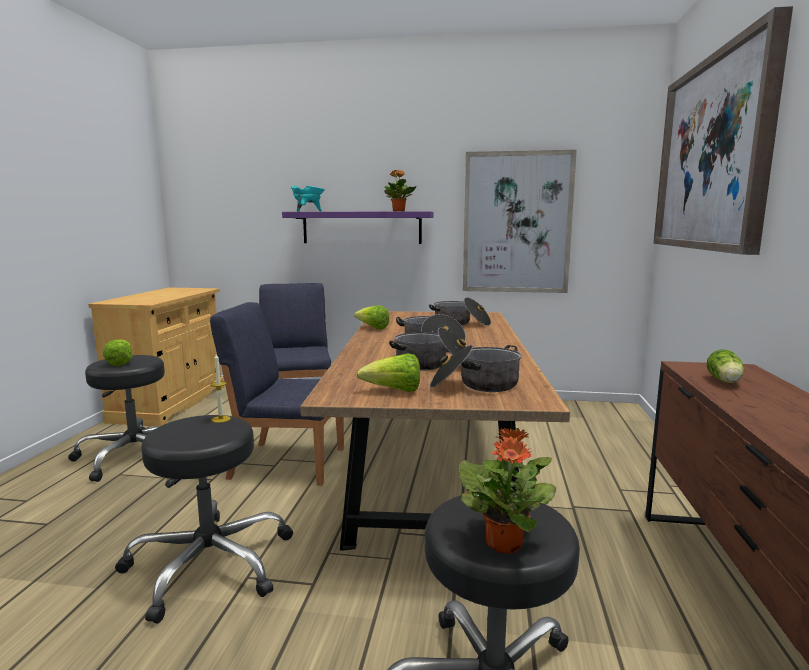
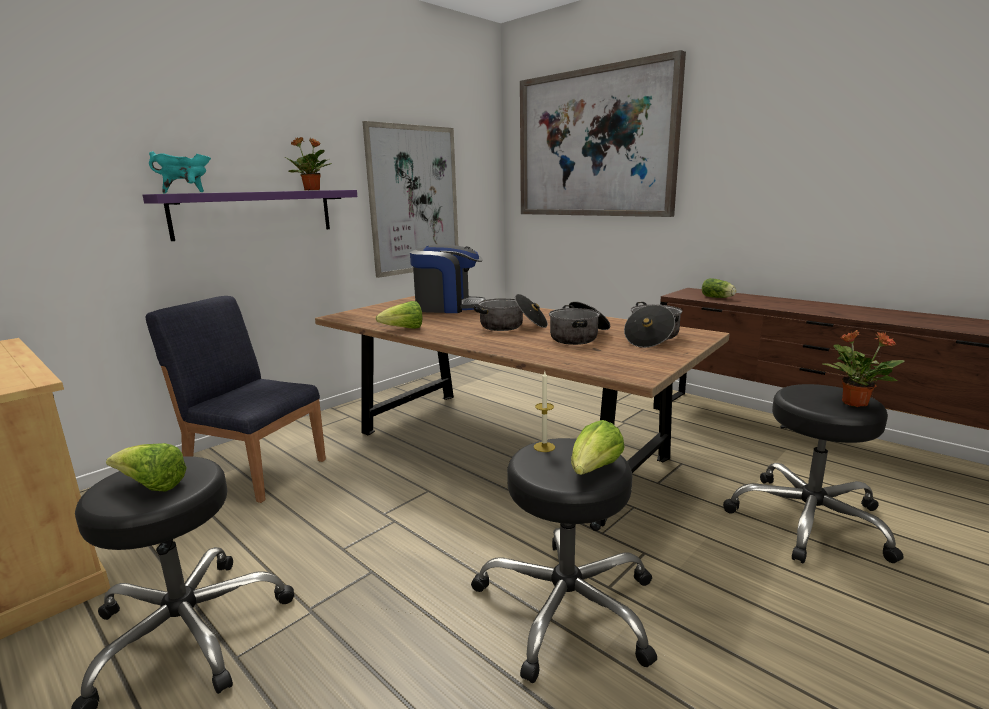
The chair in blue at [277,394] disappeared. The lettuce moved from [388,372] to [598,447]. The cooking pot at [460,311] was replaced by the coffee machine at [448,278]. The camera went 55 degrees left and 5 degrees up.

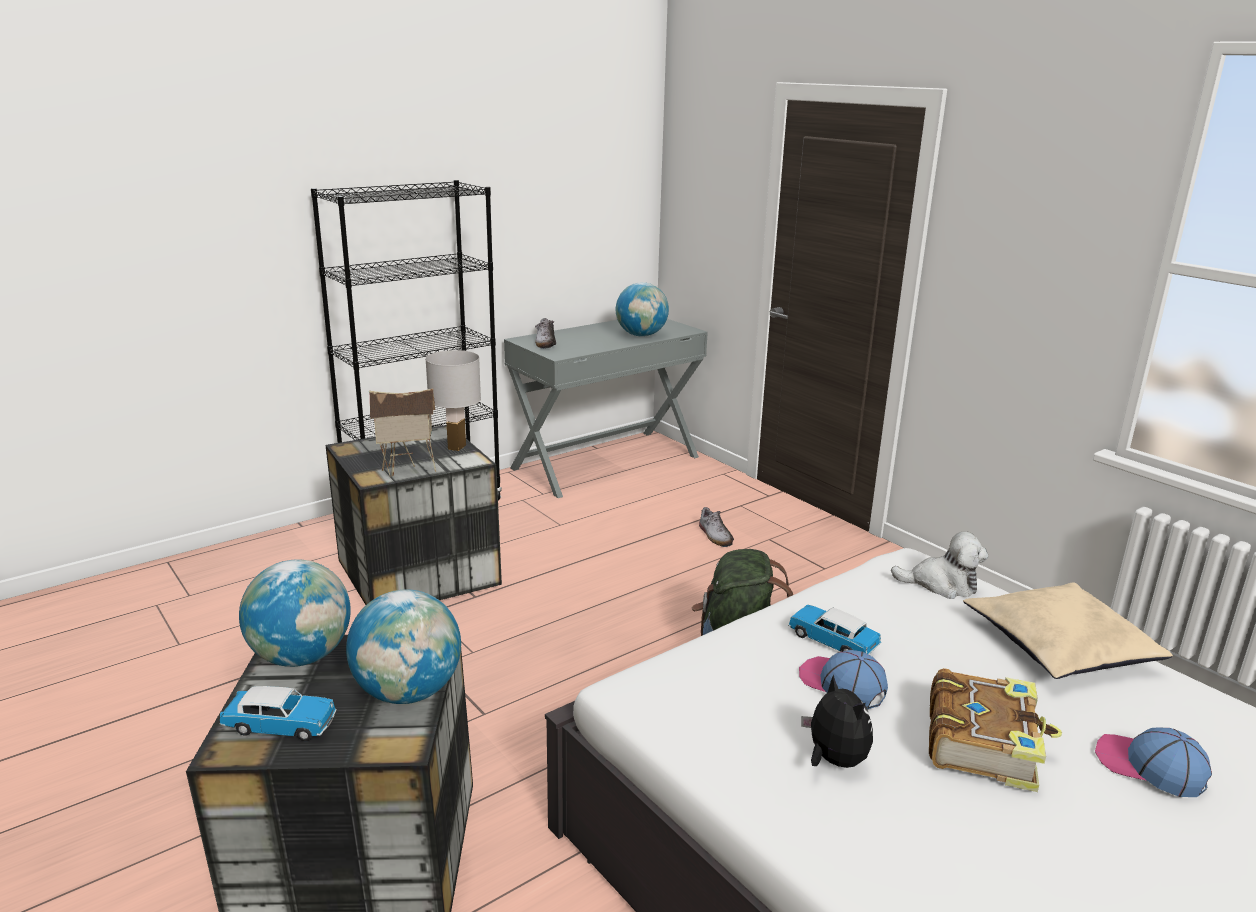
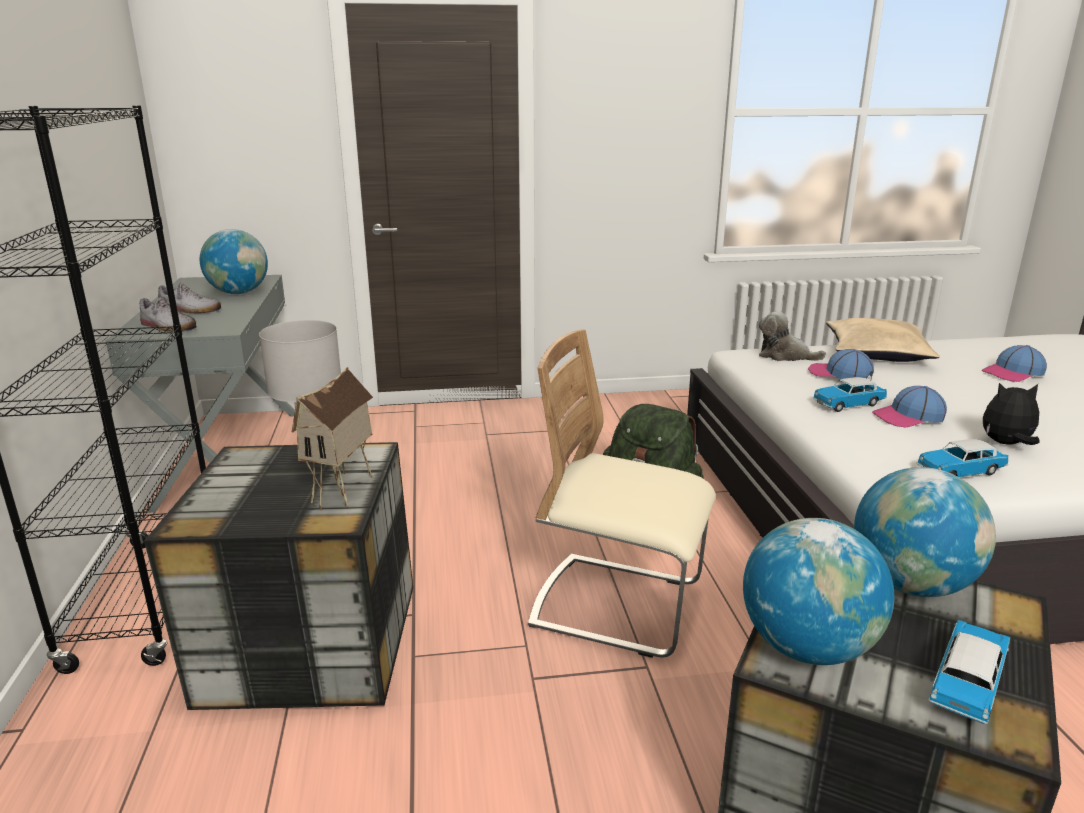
The shoe moved from [716,527] to [189,298]. The plush toy at [939,565] turned 105 degrees counterclockwise. The book at [995,730] disappeared. The chair in beige at [622,493] appeared. The cap at [841,364] appeared. The toy car at [962,458] appeared. The camera went 60 degrees left and 0 degrees up.

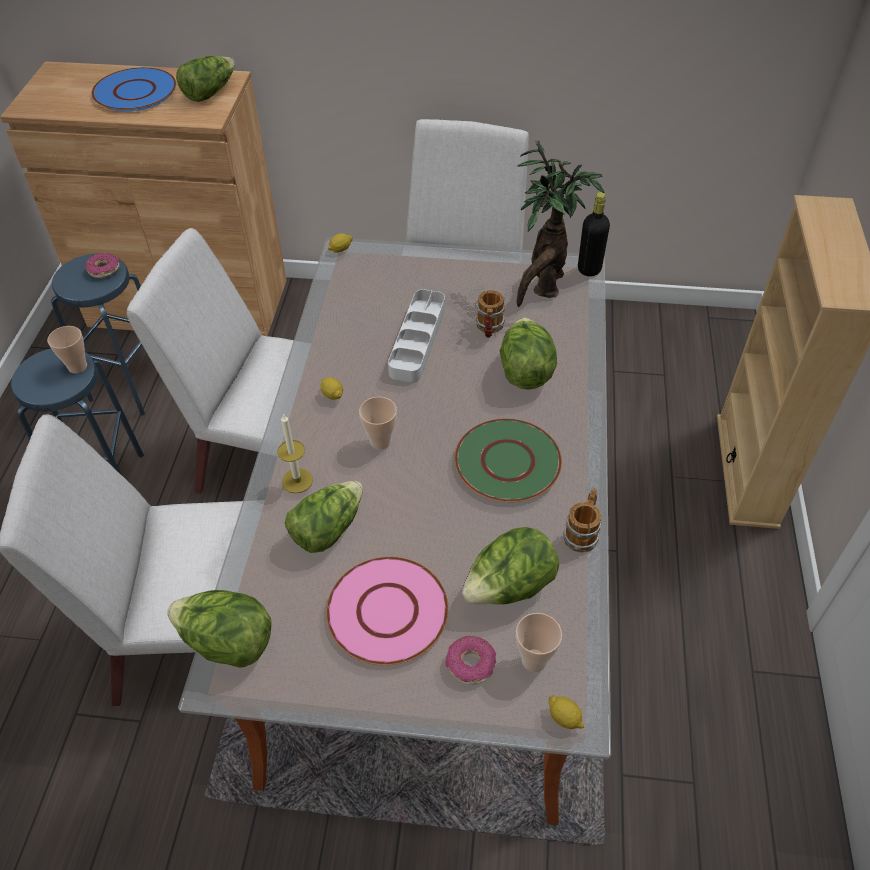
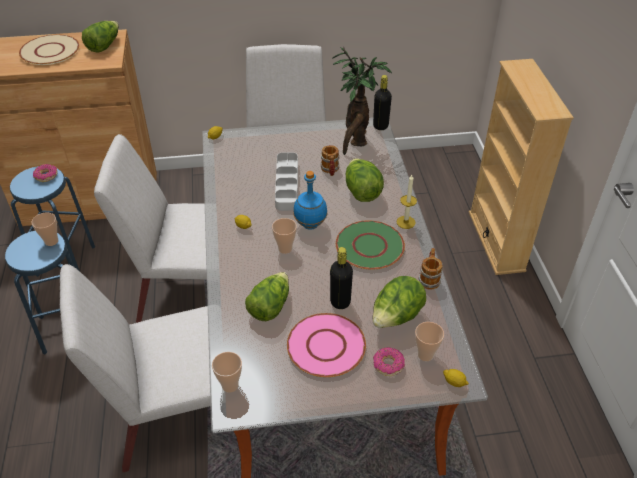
The plate in blue at [134,89] became the plate in beige at [49,49]. The lettuce at [219,629] was replaced by the cup at [227,372]. The candle moved from [295,453] to [406,202]. The bottle in blue at [310,200] appeared. The bottle in black at [341,278] appeared. The camera went 15 degrees left and 5 degrees down.

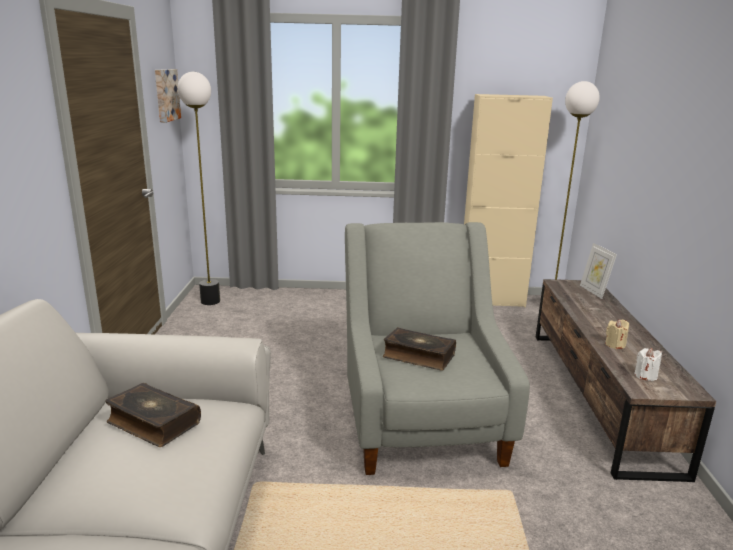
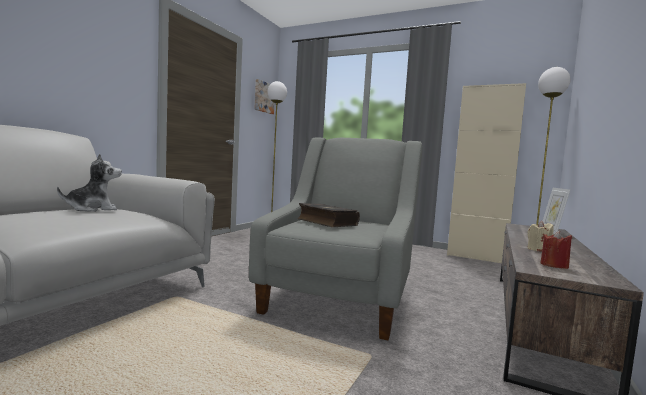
The book at [153,415] was replaced by the plush toy at [89,183]. The candle in white at [648,364] became the candle in red at [556,250]. The camera went 25 degrees right and 15 degrees down.

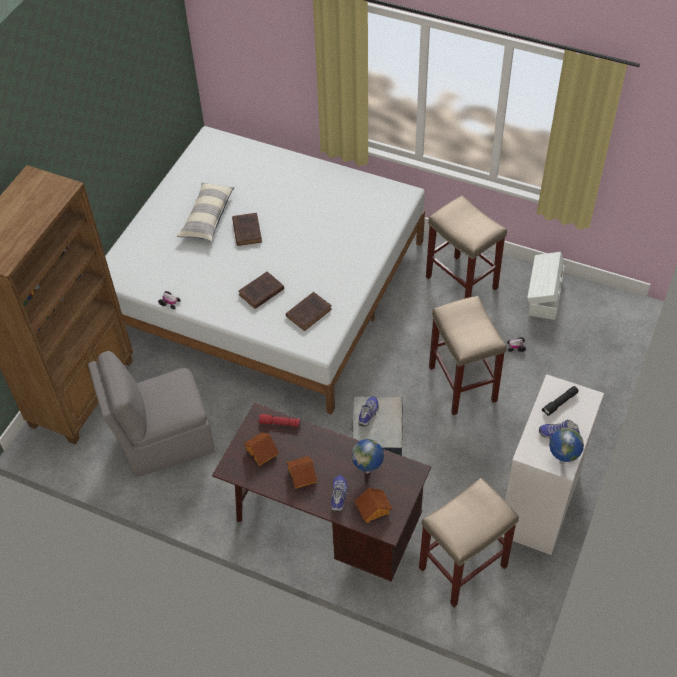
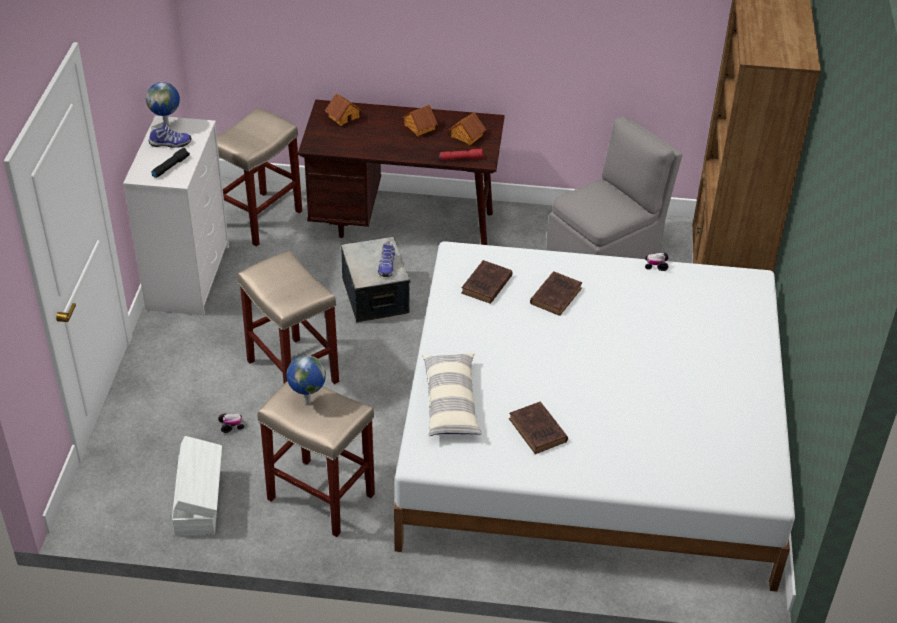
The pillow moved from [206,212] to [452,394]. The book in brown moved from [247,229] to [538,427]. The shoe at [339,493] disappeared. The globe moved from [368,456] to [306,379]. The camera went 160 degrees right and 10 degrees down.

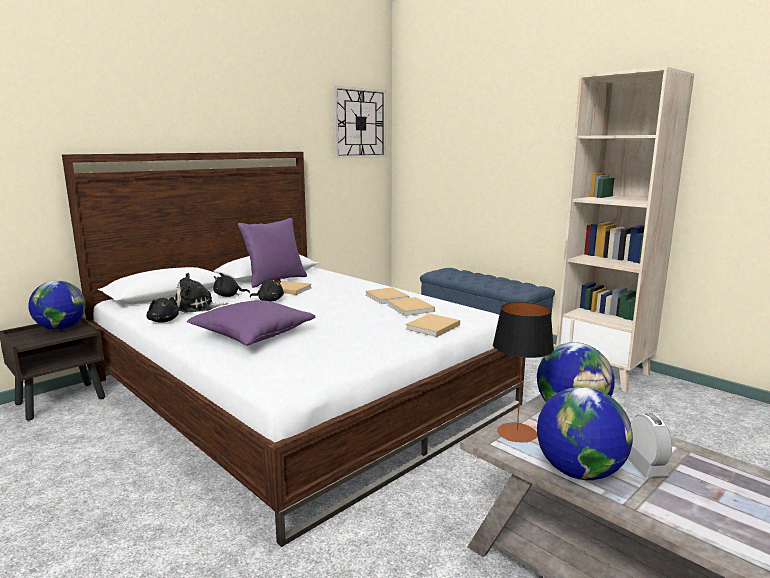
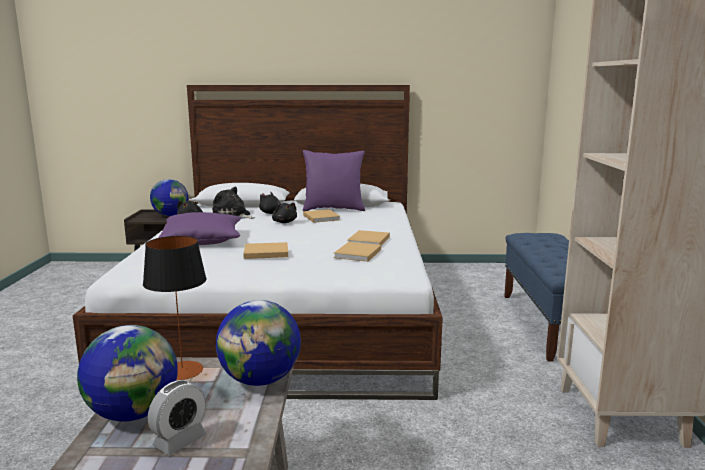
The wall clock at [359,122] disappeared. The book in beige moved from [432,325] to [265,250]. The camera went 45 degrees right and 0 degrees up.

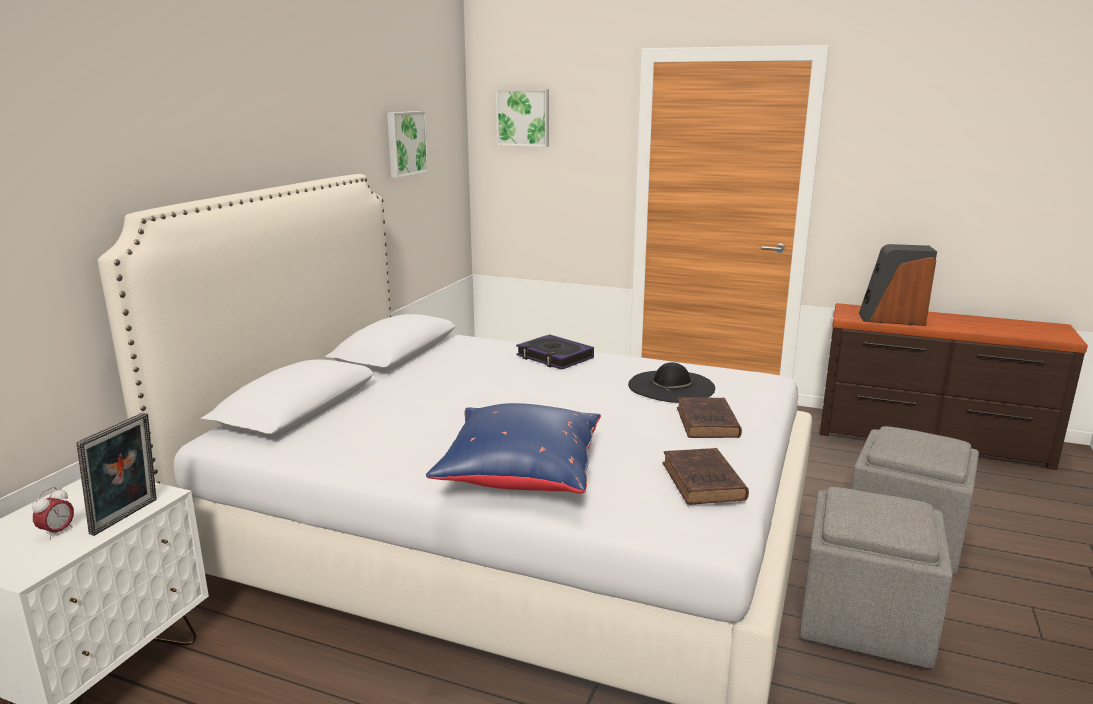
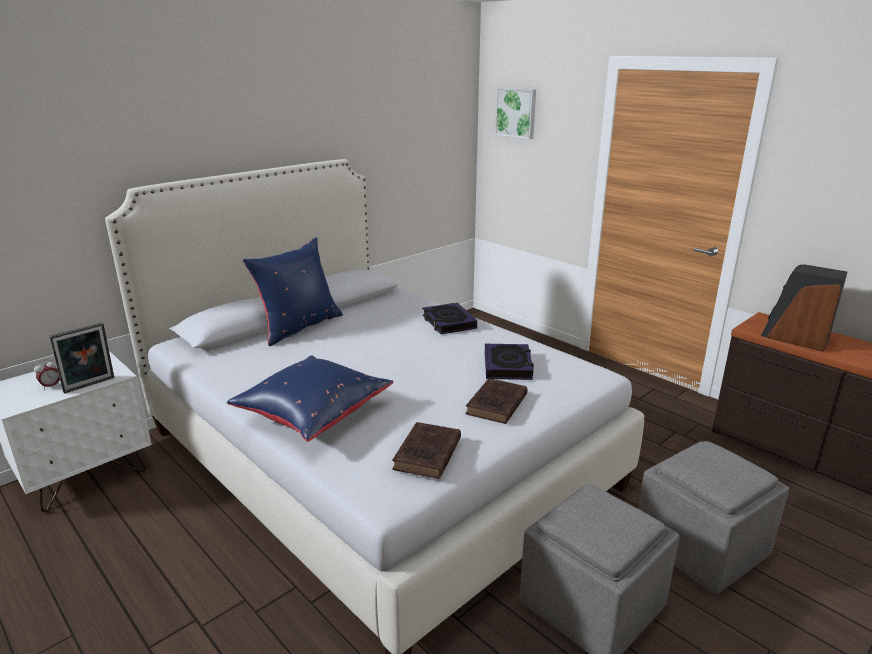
The picture at [408,144] disappeared. The hat in black at [671,382] was replaced by the book at [509,362]. The pillow in blue at [293,291] appeared. The camera went 25 degrees right and 5 degrees up.

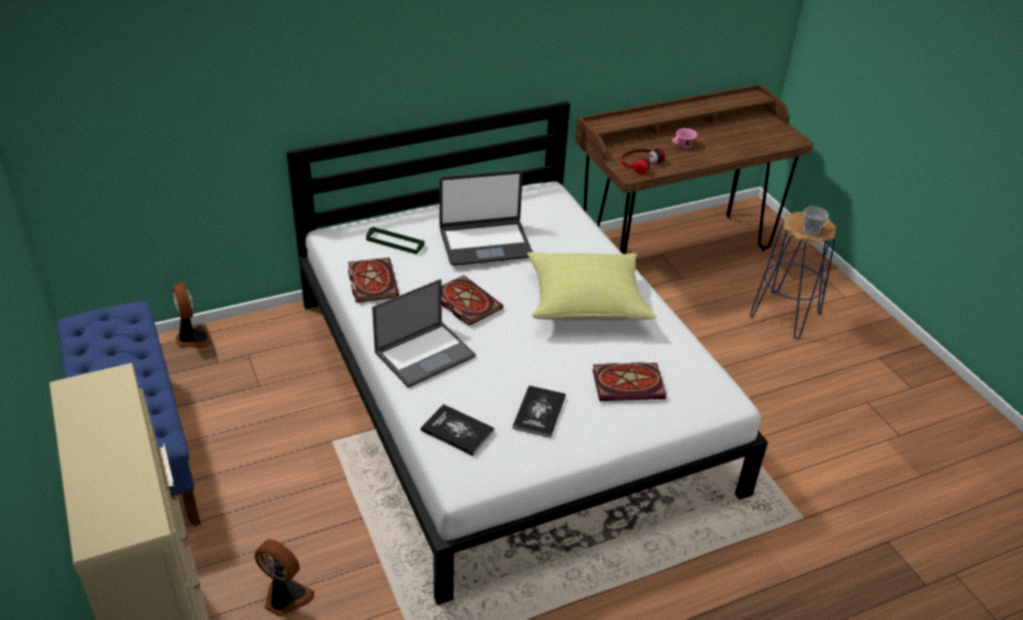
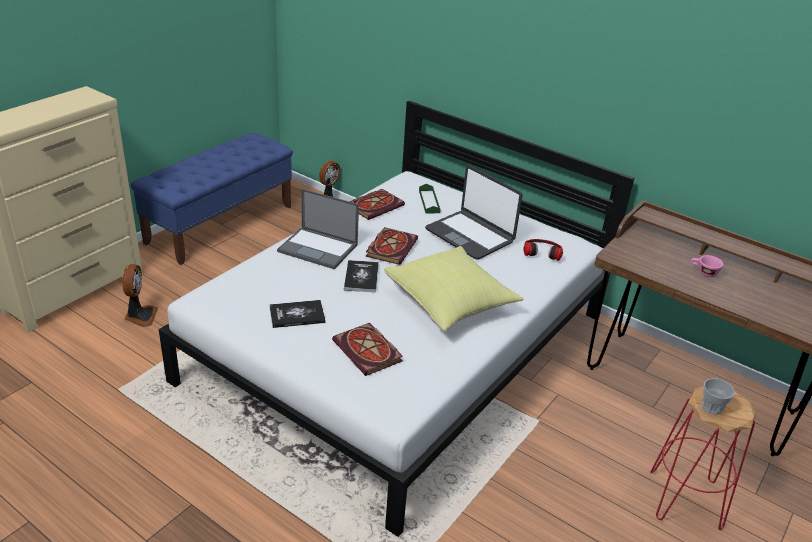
The book moved from [458,430] to [361,276]. The headphones moved from [643,161] to [543,250]. The stool in blue at [793,275] became the stool in red at [703,458]. The camera went 60 degrees right and 5 degrees down.

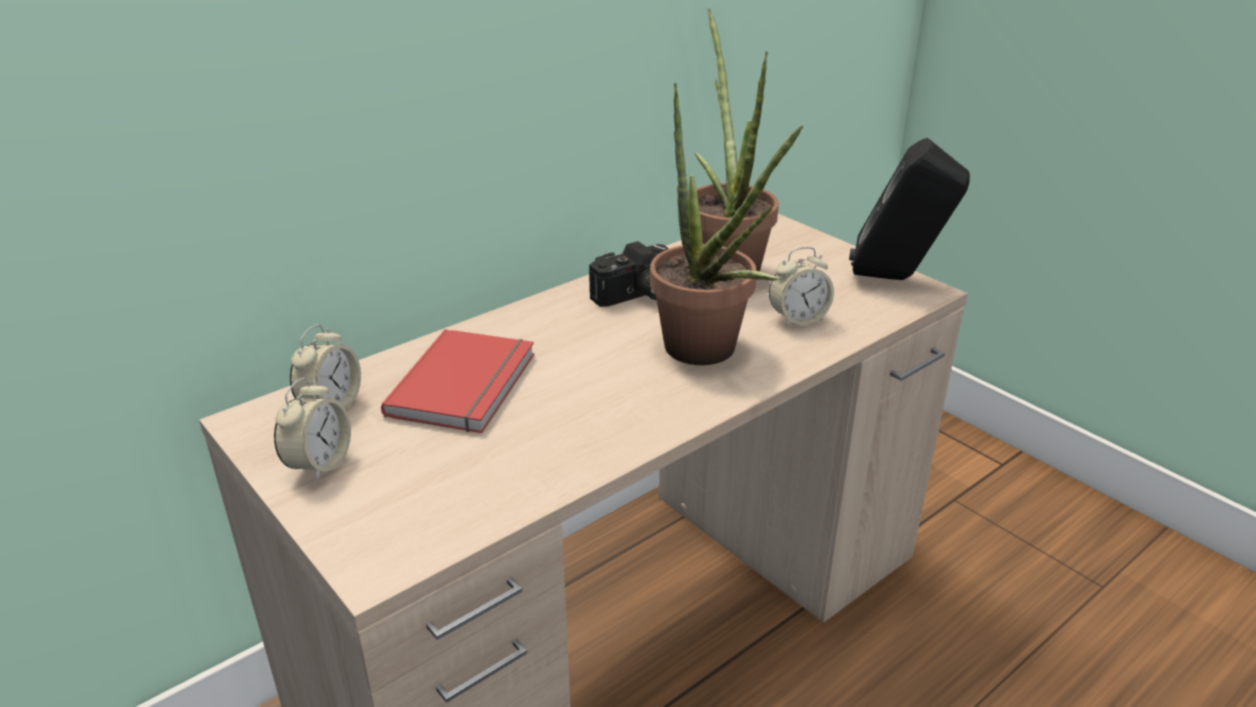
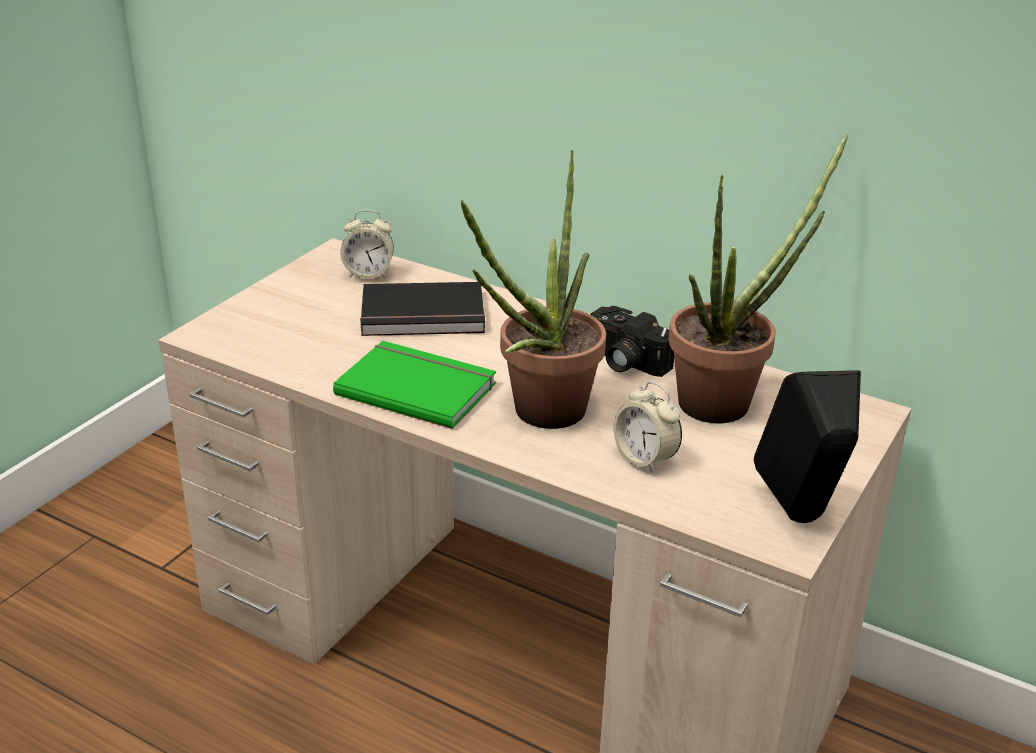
The alarm clock at [312,429] disappeared. The book in red at [457,381] became the book in black at [422,309]. The book in green at [414,385] appeared. The camera went 70 degrees right and 0 degrees up.

